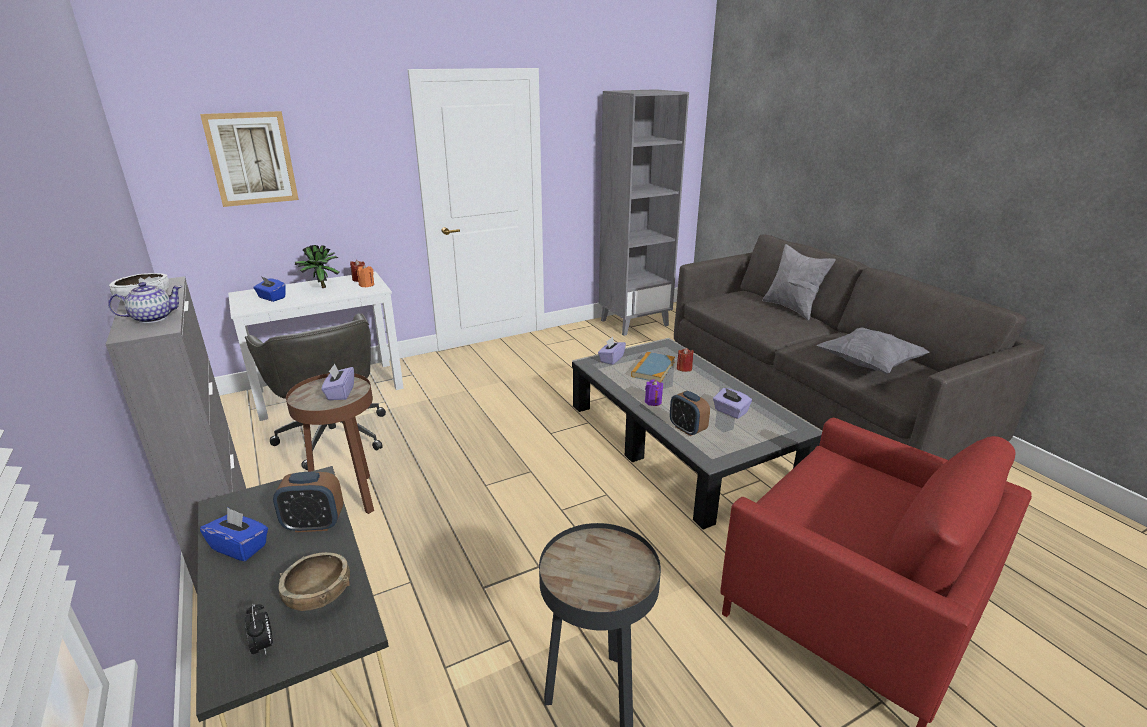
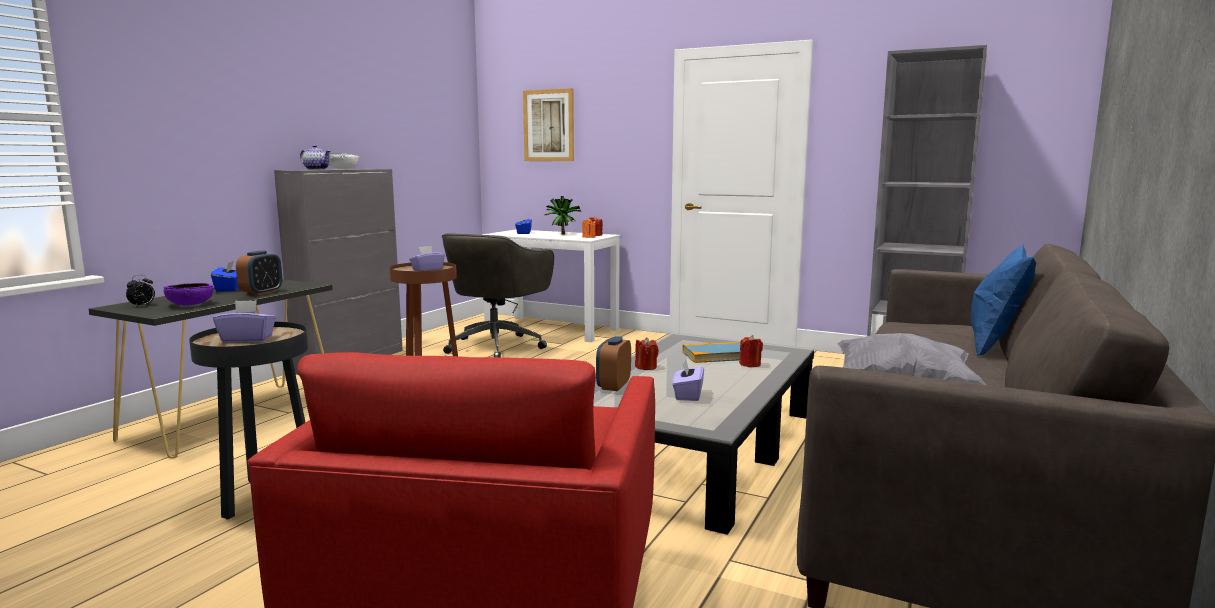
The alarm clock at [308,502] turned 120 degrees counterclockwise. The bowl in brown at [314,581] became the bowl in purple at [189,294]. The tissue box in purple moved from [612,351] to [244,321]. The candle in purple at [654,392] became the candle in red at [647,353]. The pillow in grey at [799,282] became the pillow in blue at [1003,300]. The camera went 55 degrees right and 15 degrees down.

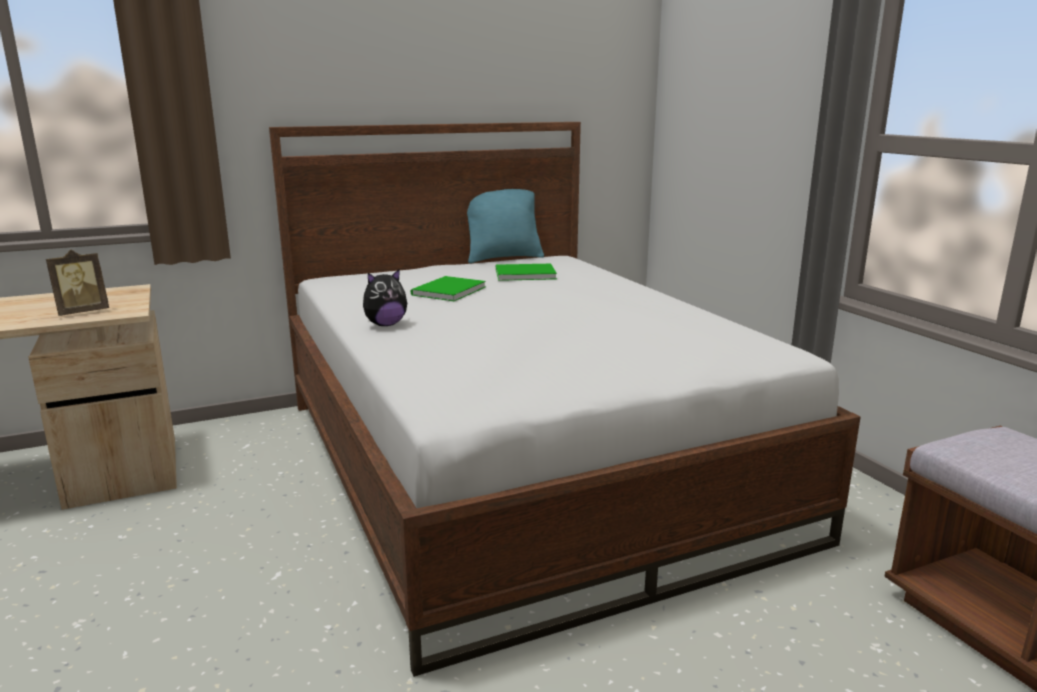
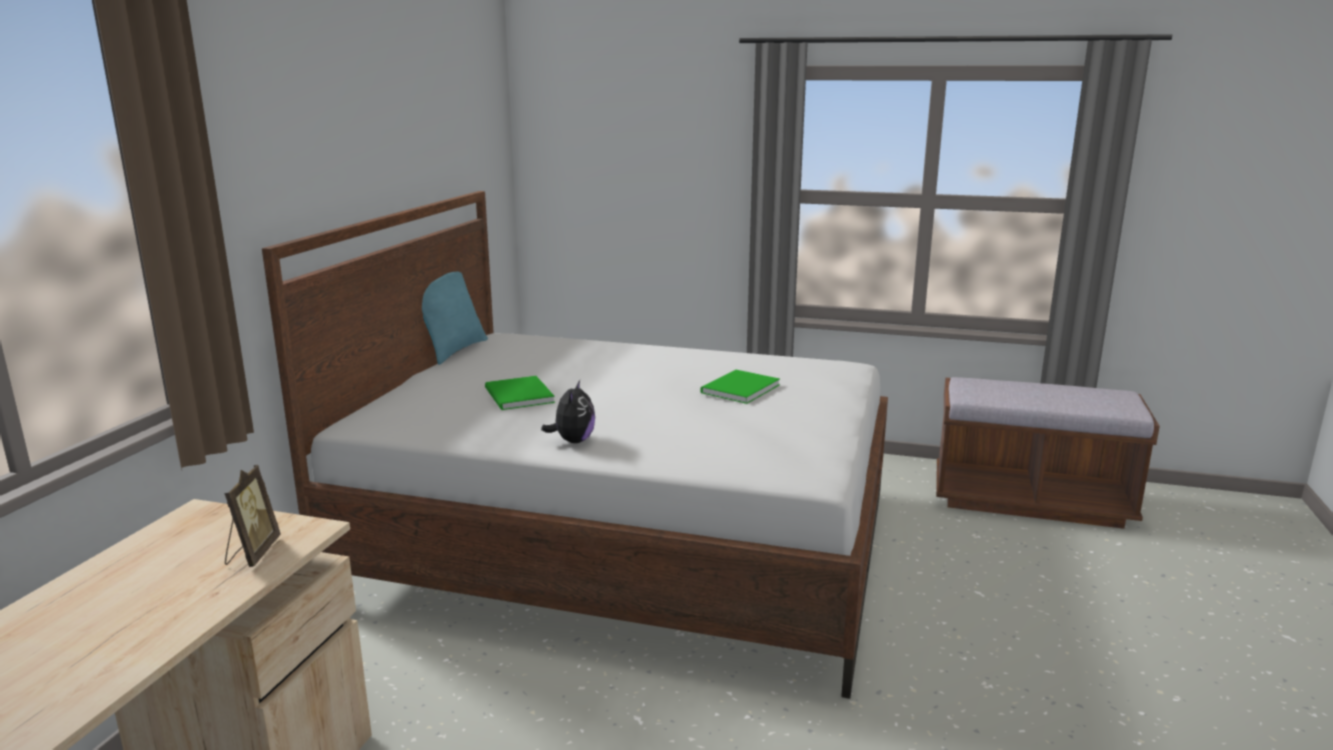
The book in green moved from [526,272] to [740,387]. The camera went 50 degrees left and 0 degrees up.

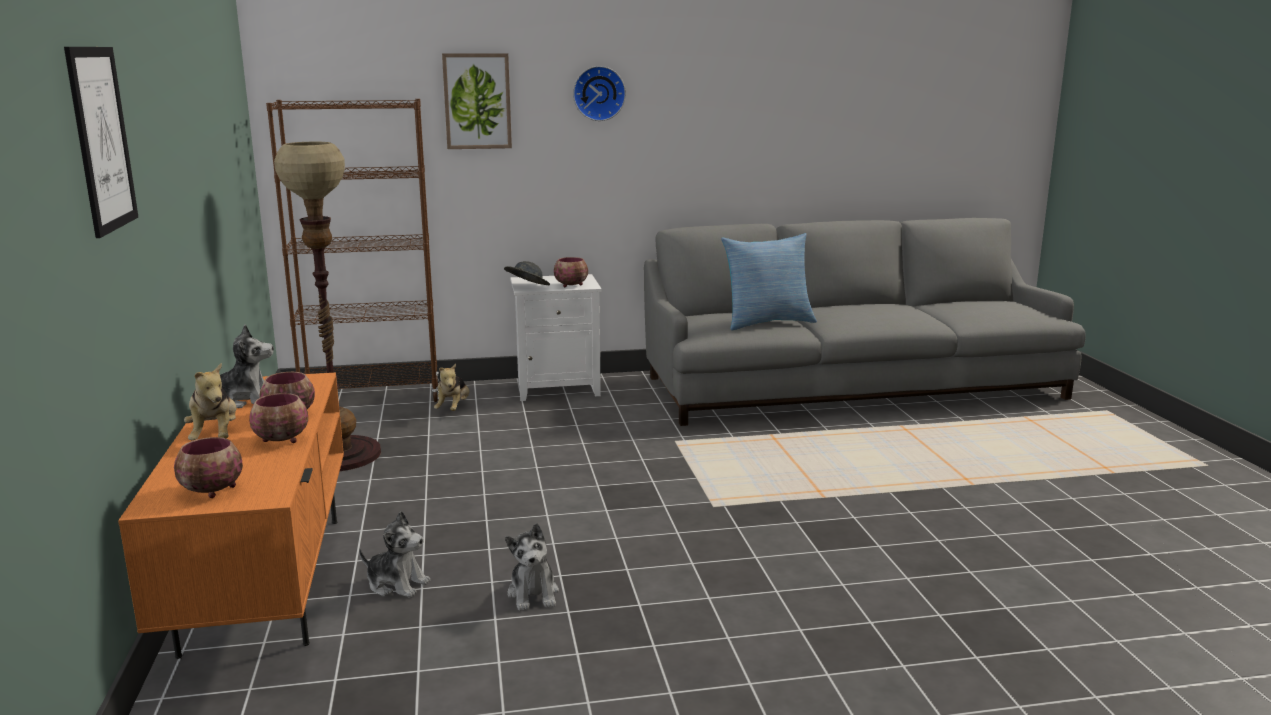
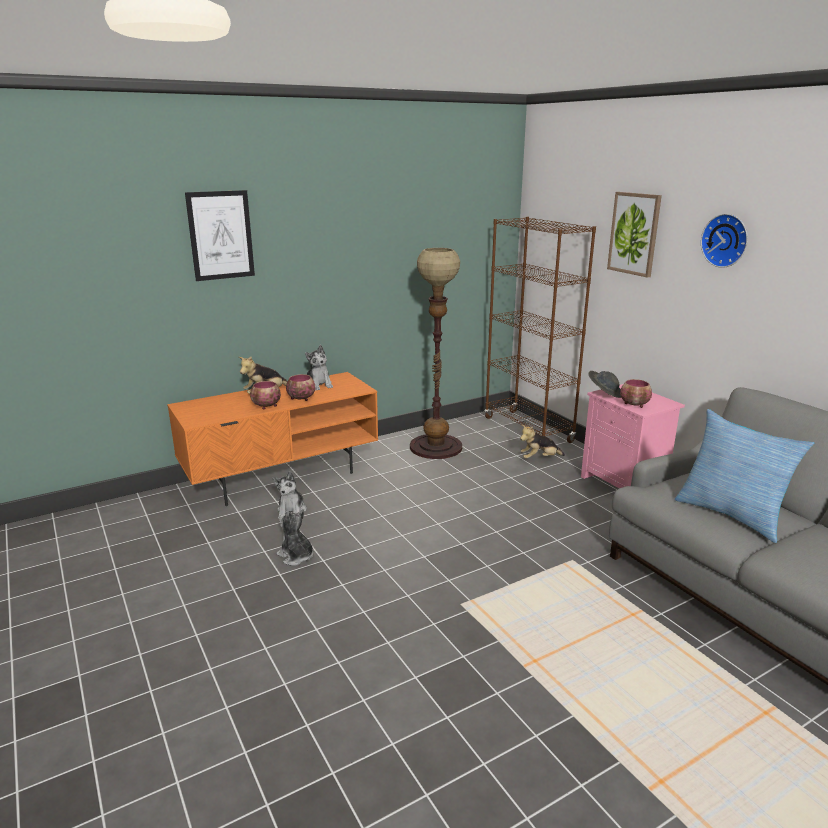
The bowl at [208,467] disappeared. The plush toy at [532,567] turned 75 degrees clockwise. The nightstand in white at [556,337] became the nightstand in pink at [633,436]. The camera went 70 degrees right and 5 degrees up.

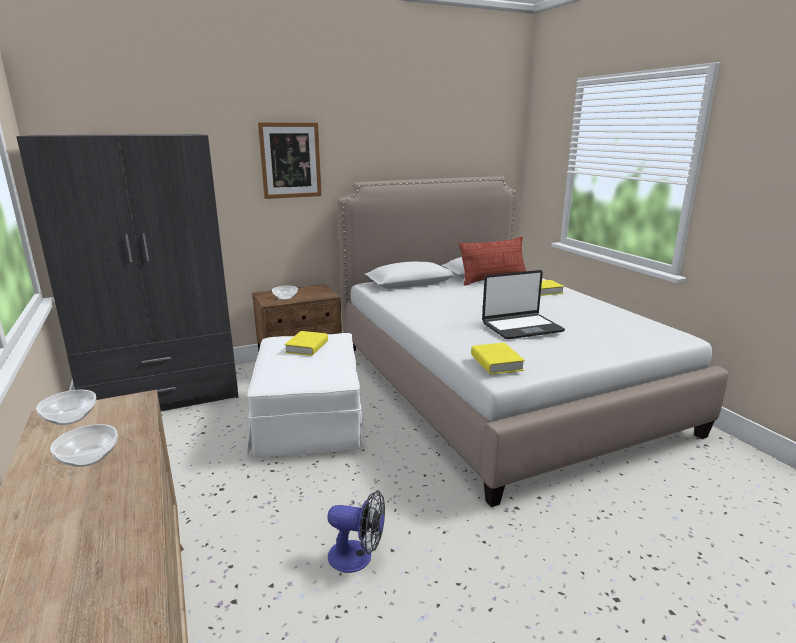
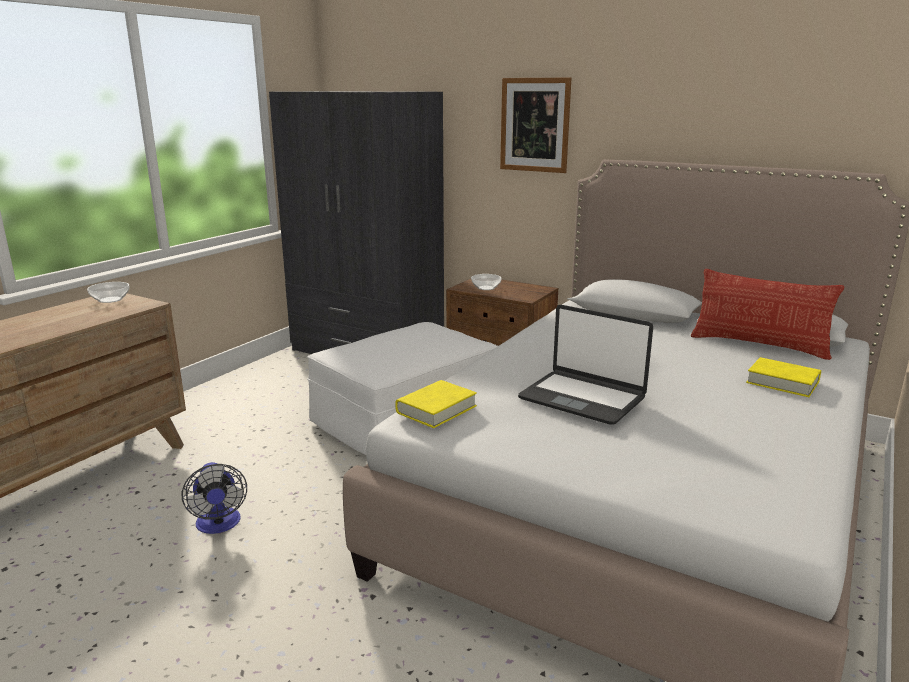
The bowl at [84,445] disappeared. The book in yellow at [306,343] disappeared. The camera went 55 degrees right and 0 degrees up.

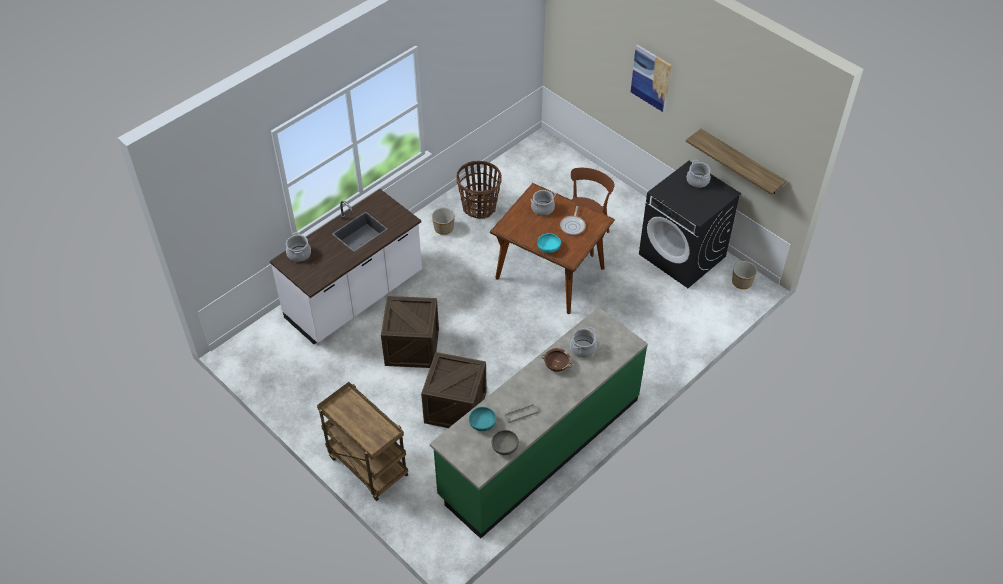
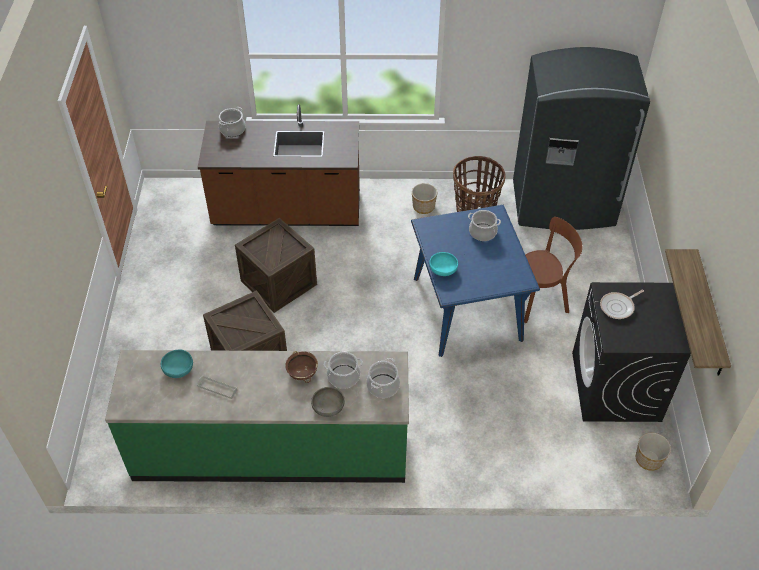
The counter in white at [346,266] became the counter in brown at [279,165]. The cart in brown at [362,441] disappeared. The dining table in brown at [552,248] became the dining table in blue at [475,281]. The bowl in grey moved from [505,442] to [328,402]. The frying pan moved from [573,220] to [622,304]. The picture at [651,79] disappeared. The cooking pot moved from [699,174] to [383,378]. The fridge in grey at [581,138] appeared. The camera went 45 degrees right and 0 degrees up.

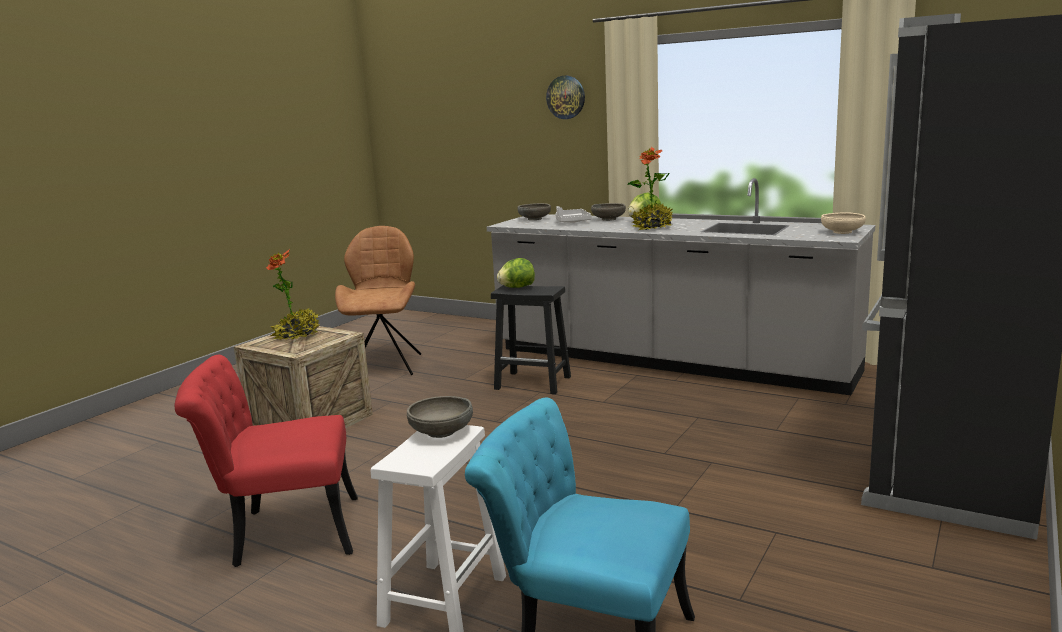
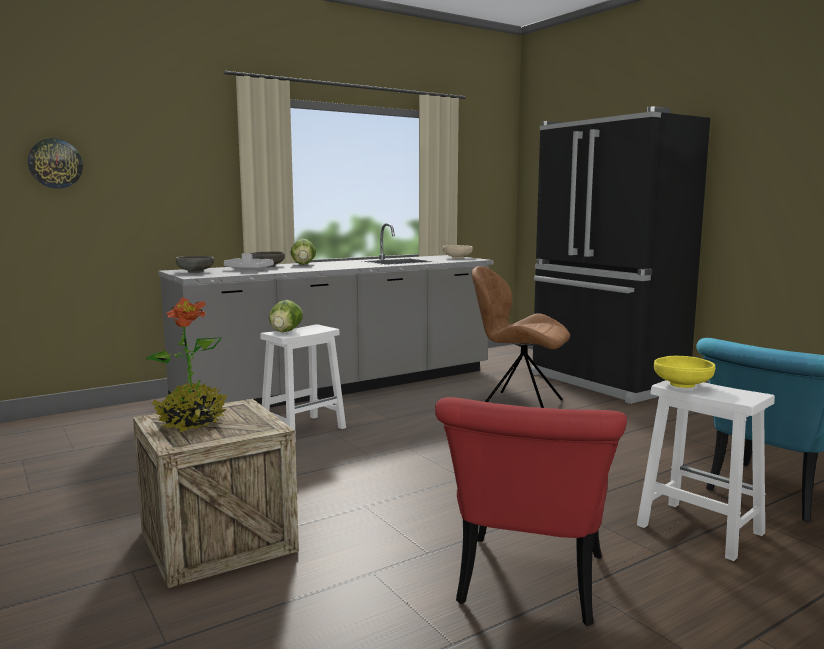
The chair in brown moved from [378,300] to [521,337]. The bowl in grey at [440,417] became the bowl in yellow at [684,372]. The stool in black at [531,339] became the stool in white at [303,383]. The wall clock moved from [565,97] to [55,163]. The potted plant at [650,188] disappeared. The camera went 65 degrees left and 5 degrees down.

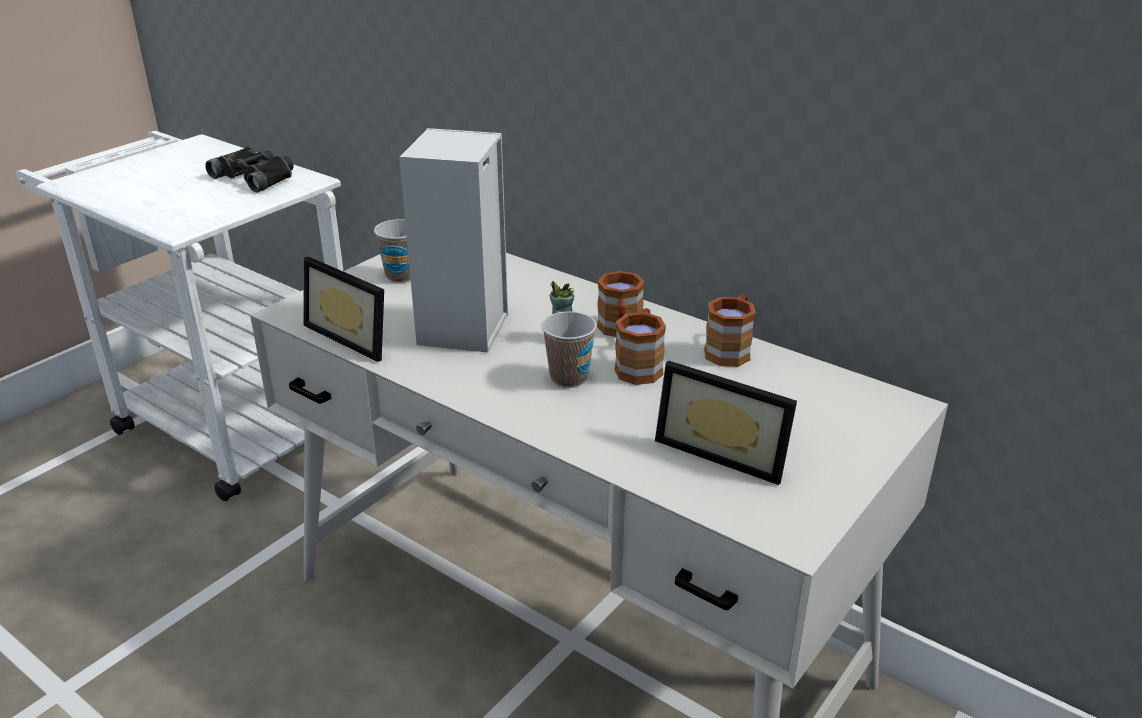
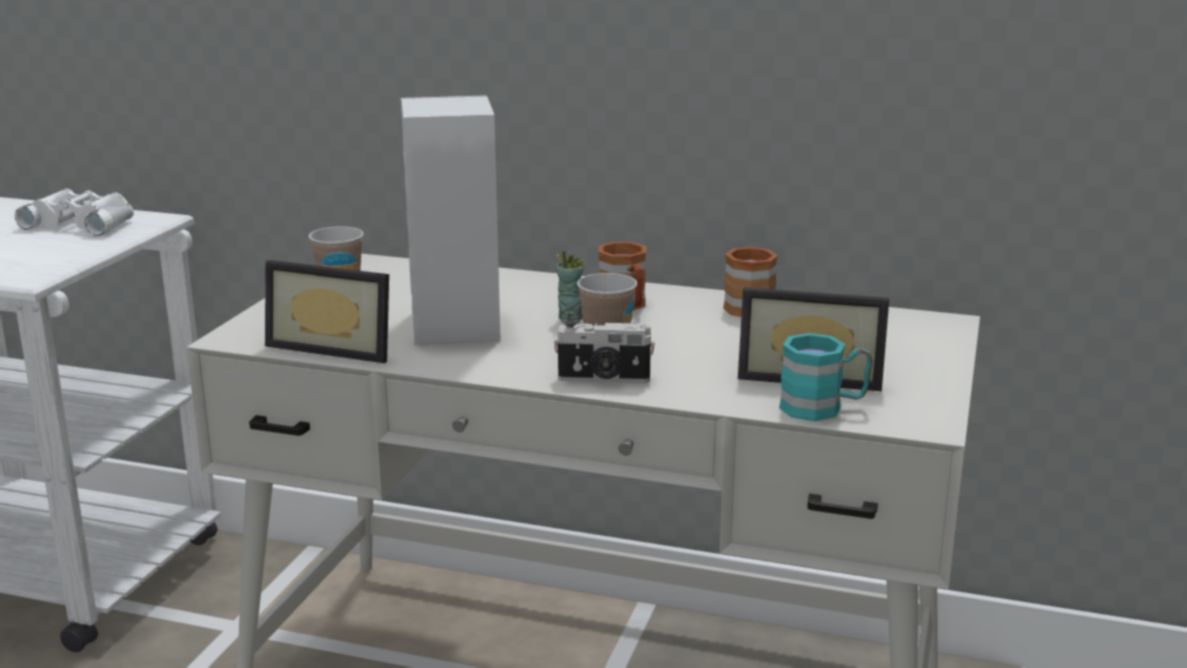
The binoculars in black at [249,170] became the binoculars in white at [74,212]. The mug in brown at [640,346] disappeared. The photo camera at [604,351] appeared. The mug in turquoise at [825,377] appeared. The camera went 20 degrees left and 10 degrees down.

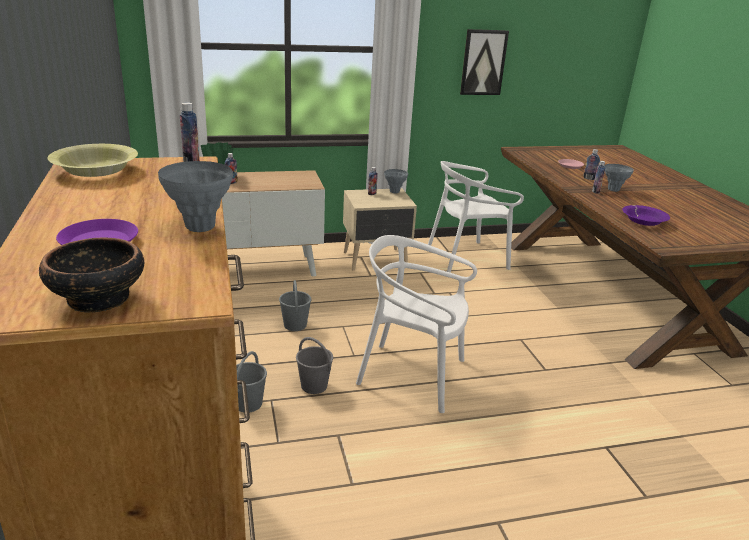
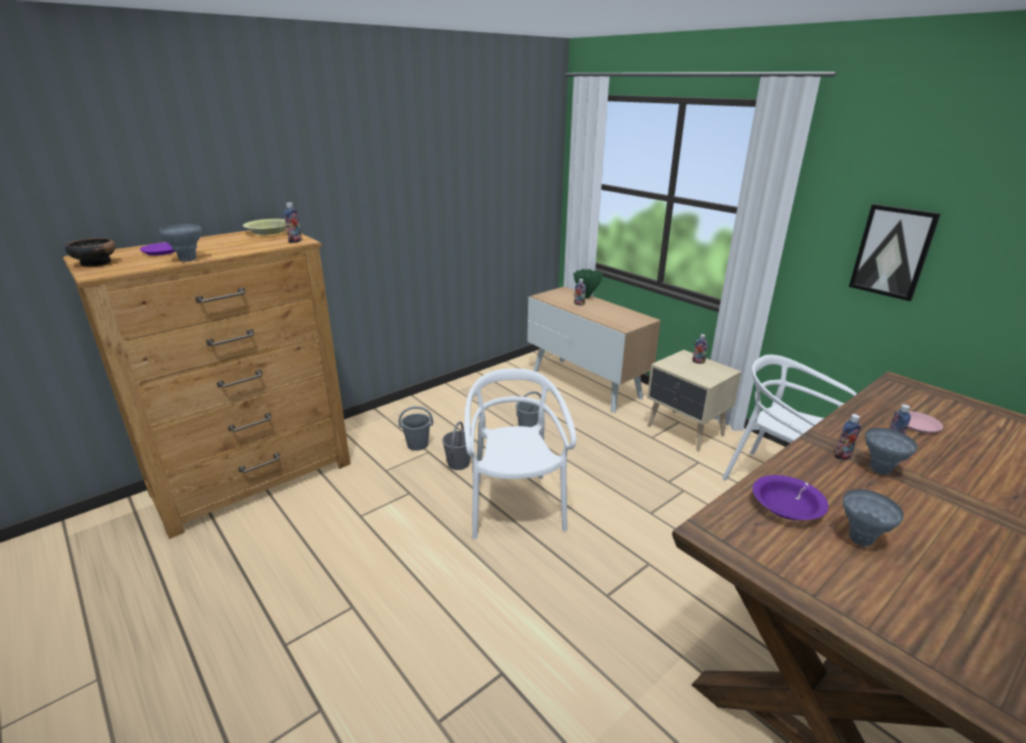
The vase in grey moved from [396,181] to [873,517]. The camera went 65 degrees right and 0 degrees up.

